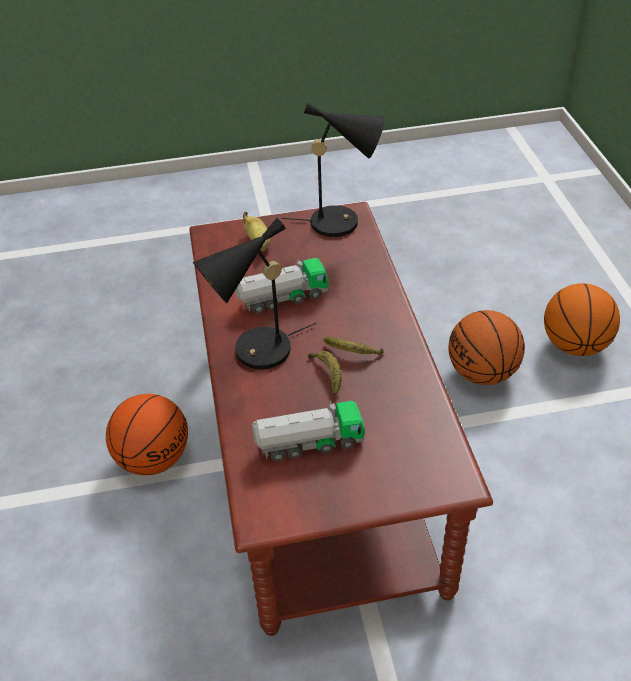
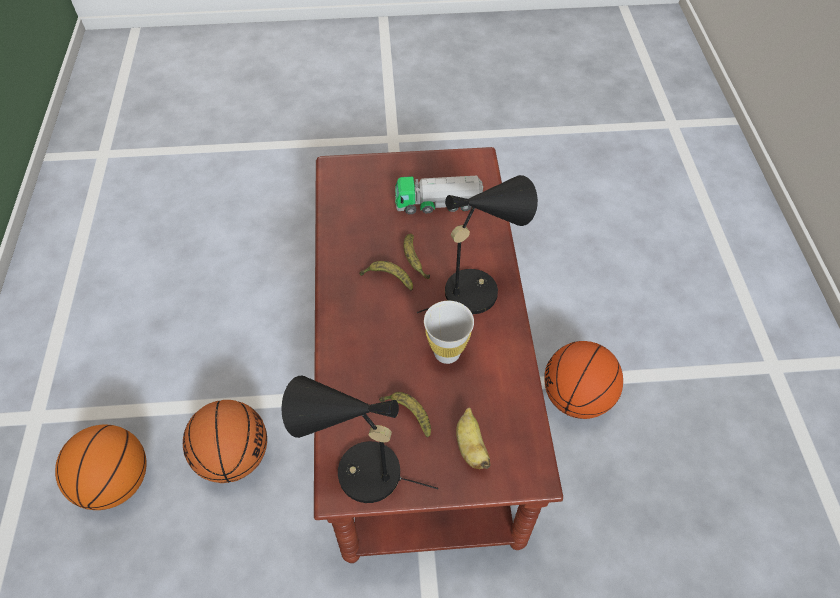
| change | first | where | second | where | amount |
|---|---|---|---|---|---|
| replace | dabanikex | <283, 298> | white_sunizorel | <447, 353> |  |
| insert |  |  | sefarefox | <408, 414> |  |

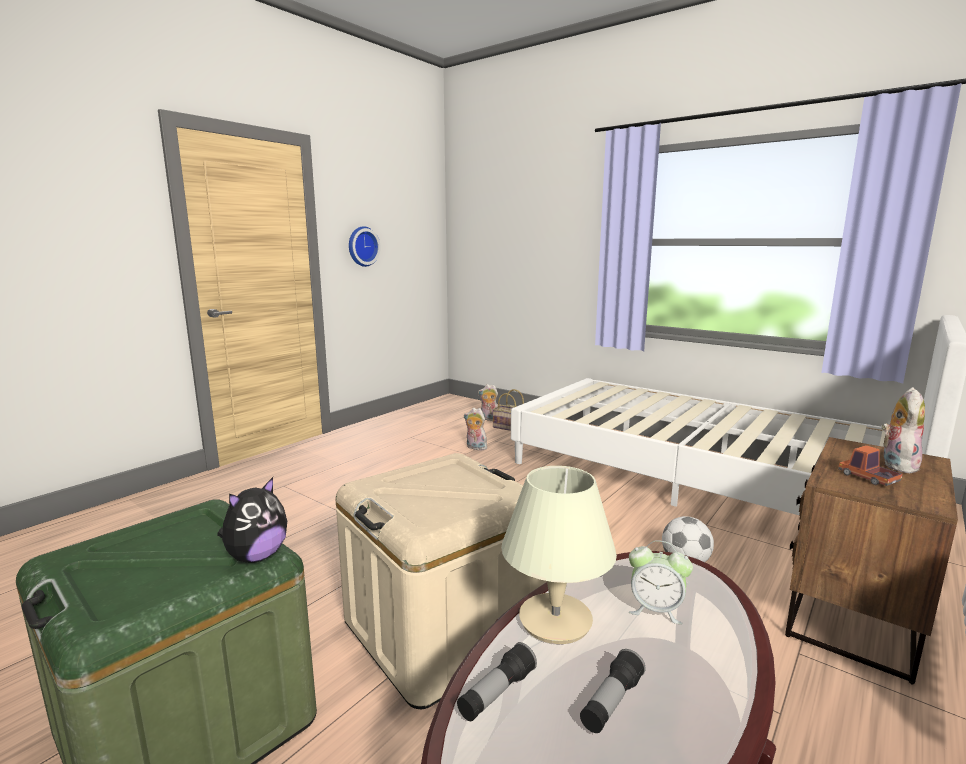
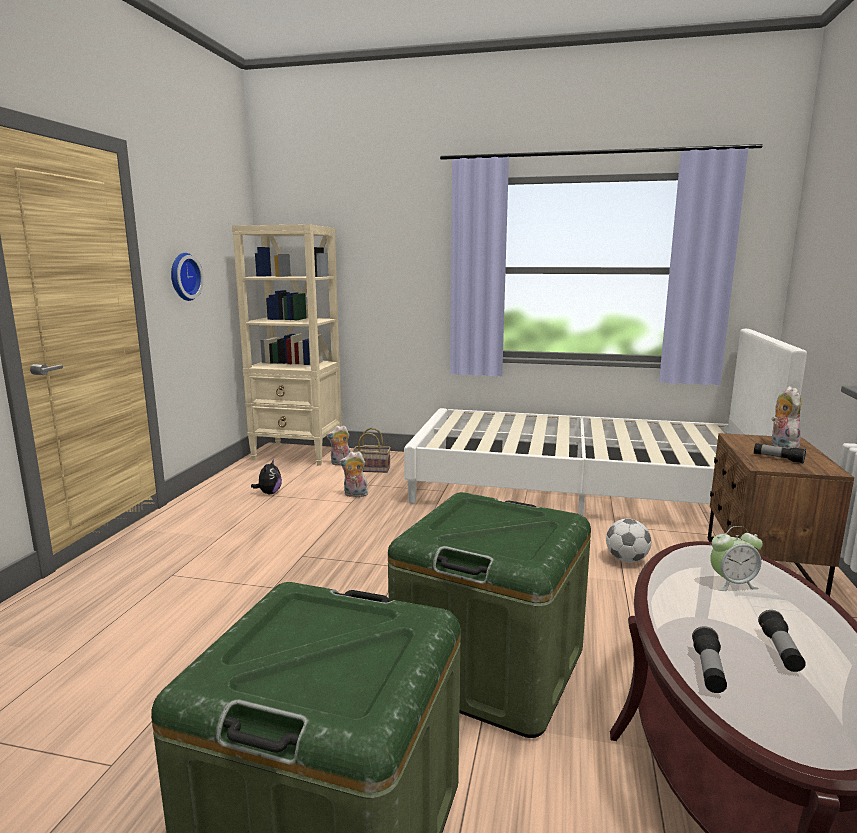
| change | first | where | second | where | amount |
|---|---|---|---|---|---|
| move | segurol | <256, 556> |  | <269, 493> |  |
| recolor | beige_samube | <443, 629> | green_samube | <489, 667> |  |
| delete | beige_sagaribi | <554, 619> |  |  |  |
| replace | dabanikex | <868, 478> | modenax | <778, 459> |  |
| insert |  |  | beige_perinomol | <298, 454> |  |

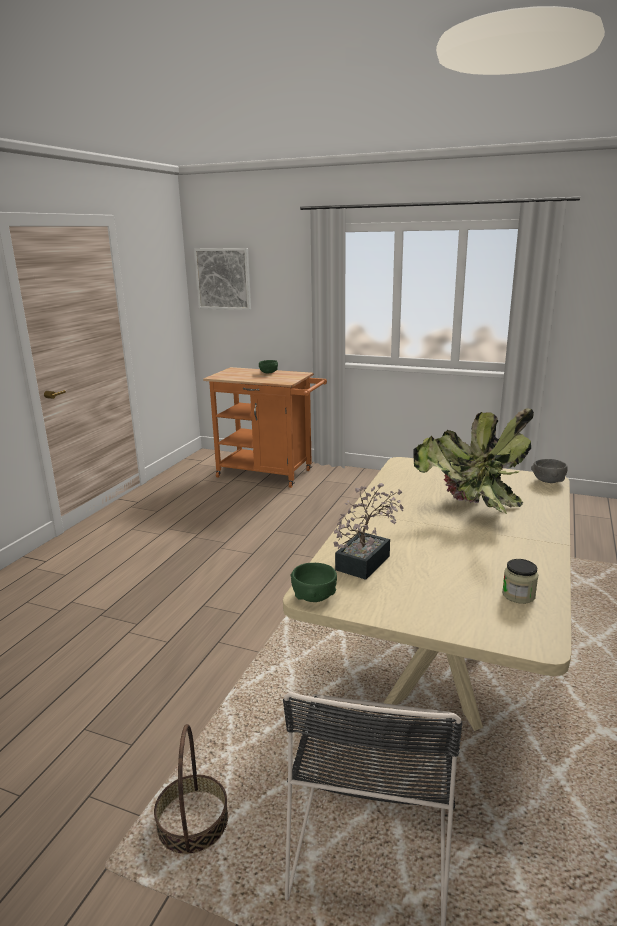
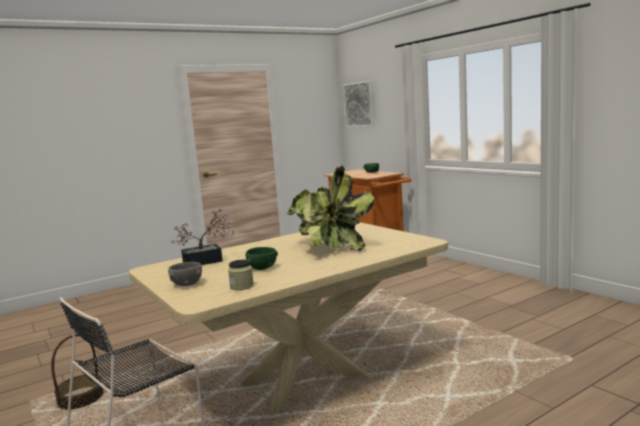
| change | first | where | second | where | amount |
|---|---|---|---|---|---|
| move | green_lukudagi | <314, 596> |  | <262, 268> |  |
| move | grey_lukudagi | <548, 481> |  | <186, 284> |  |

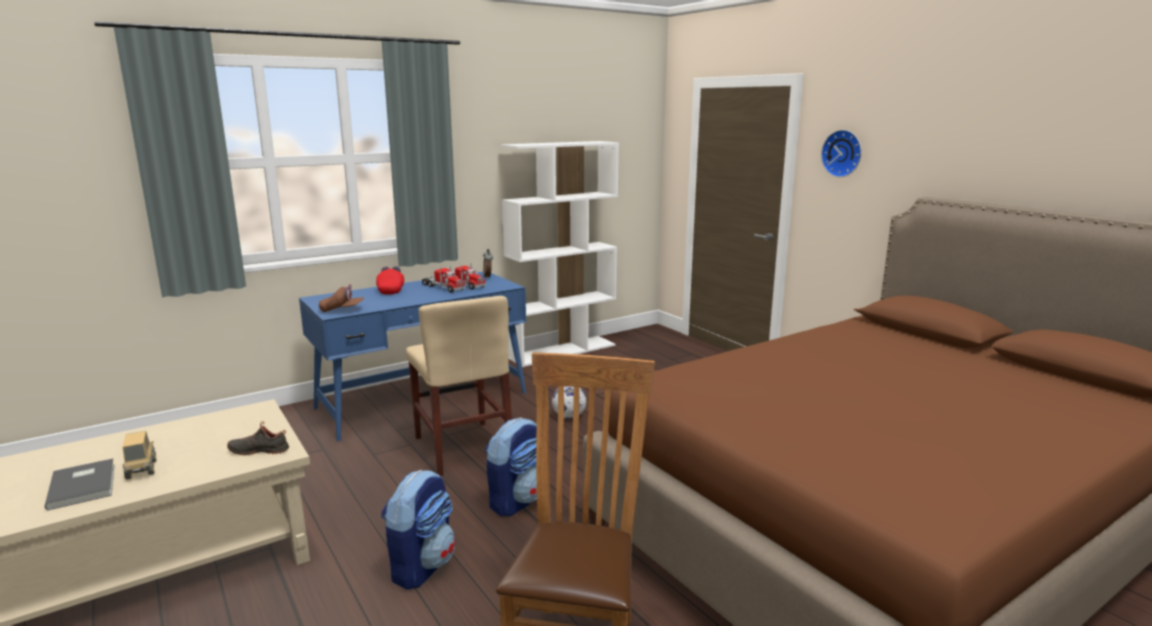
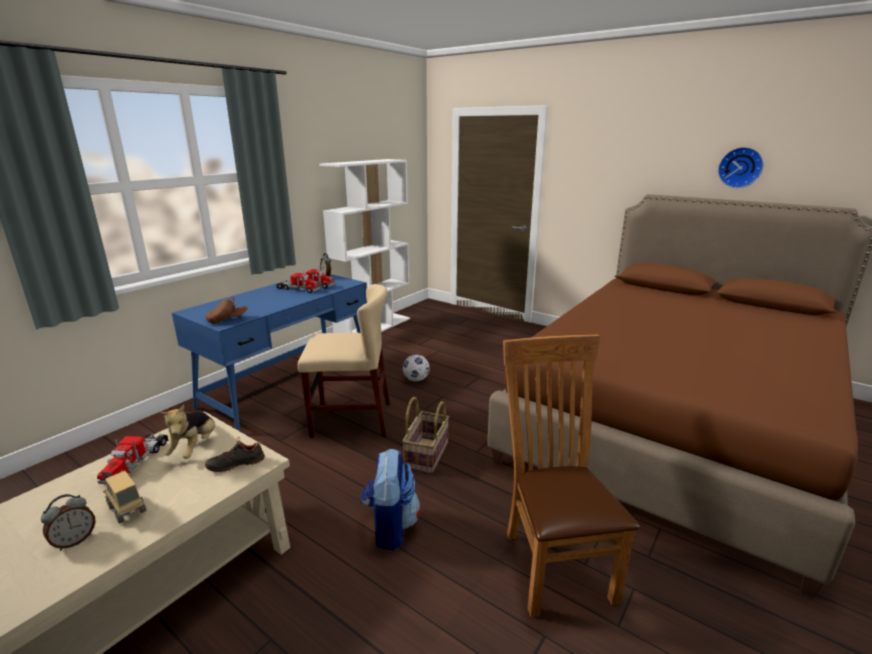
| change | first | where | second | where | amount |
|---|---|---|---|---|---|
| replace | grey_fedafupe | <85, 485> | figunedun | <74, 540> |  |
| delete | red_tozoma | <391, 290> |  |  |  |
| rotate | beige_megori | <463, 447> |  | <351, 419> | 45 degrees counterclockwise |
| replace | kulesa | <517, 500> | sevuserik | <426, 455> |  |
| move | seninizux | <843, 153> |  | <740, 167> |  |
| insert |  |  | dabanikex | <136, 462> |  |
| insert |  |  | segurol | <195, 447> |  |

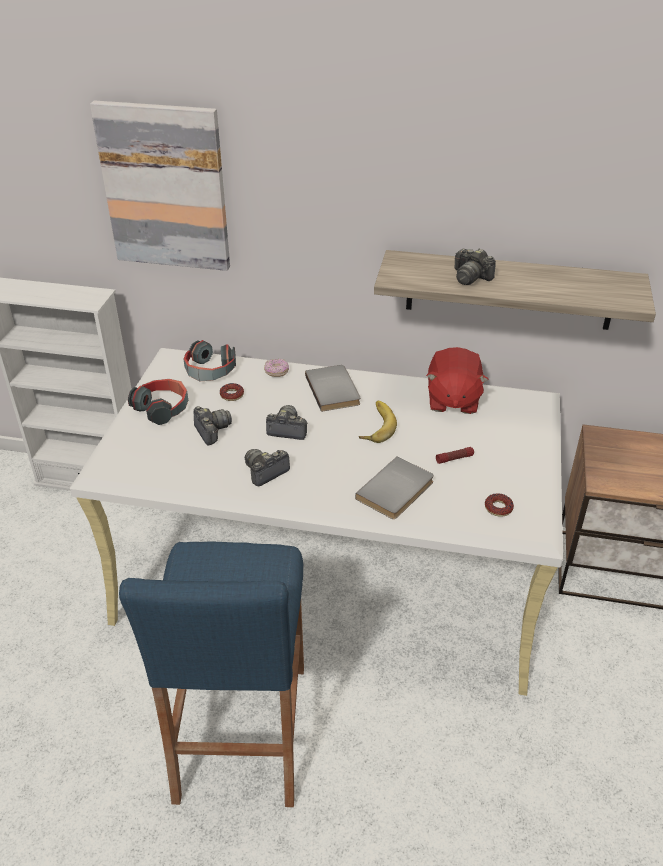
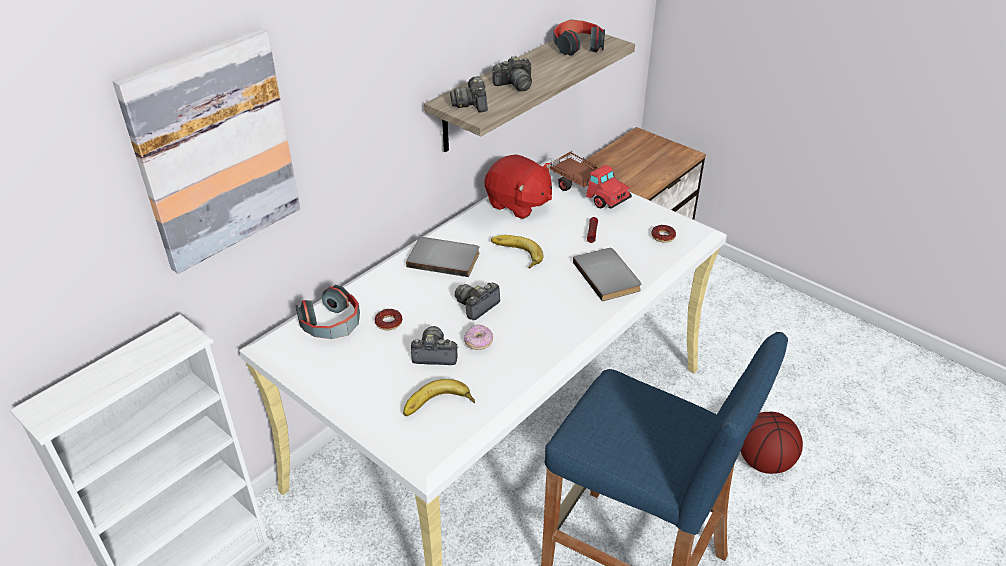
| change | first | where | second | where | amount |
|---|---|---|---|---|---|
| move | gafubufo | <162, 408> |  | <577, 46> |  |
| move | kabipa | <265, 472> |  | <471, 104> |  |
| move | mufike | <276, 372> |  | <478, 343> |  |
| insert |  |  | sefarefox | <438, 406> |  |
| insert |  |  | dabanikex | <588, 191> |  |
| insert |  |  | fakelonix | <764, 462> |  |

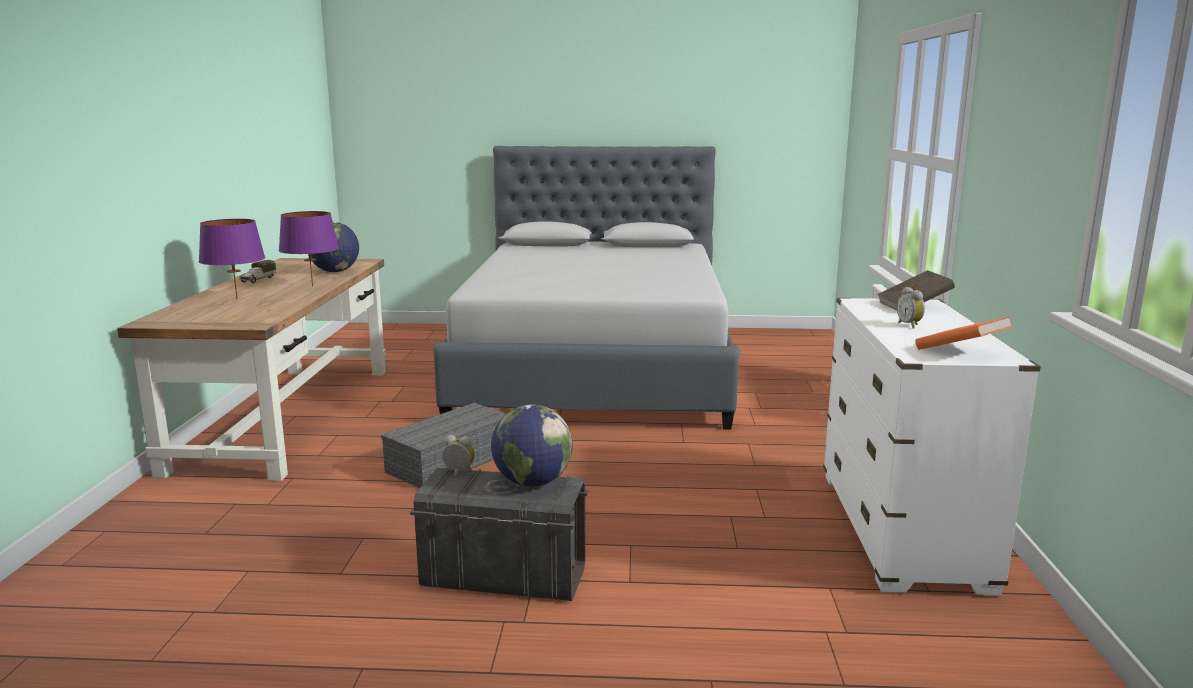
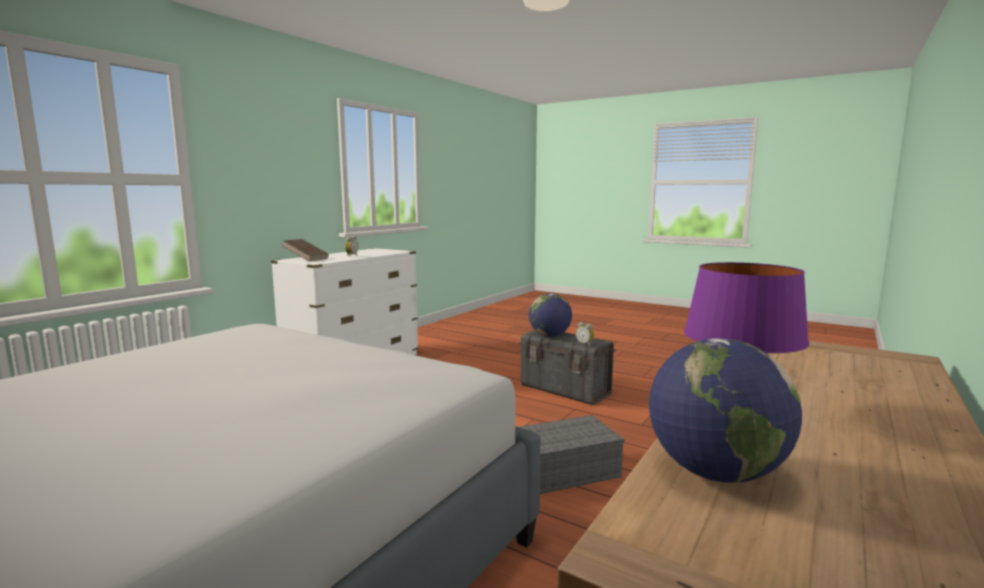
| change | first | where | second | where | amount |
|---|---|---|---|---|---|
| delete | purple_sagaribi | <237, 299> |  |  |  |
| delete | dabanikex | <258, 280> |  |  |  |
| delete | orange_fedafupe | <960, 352> |  |  |  |

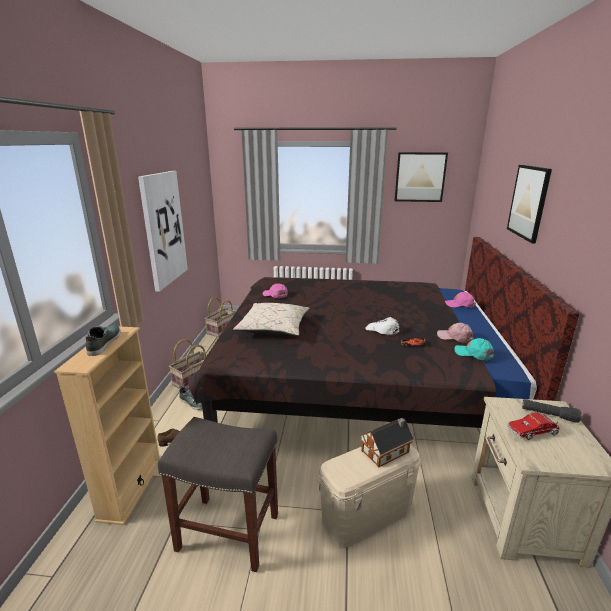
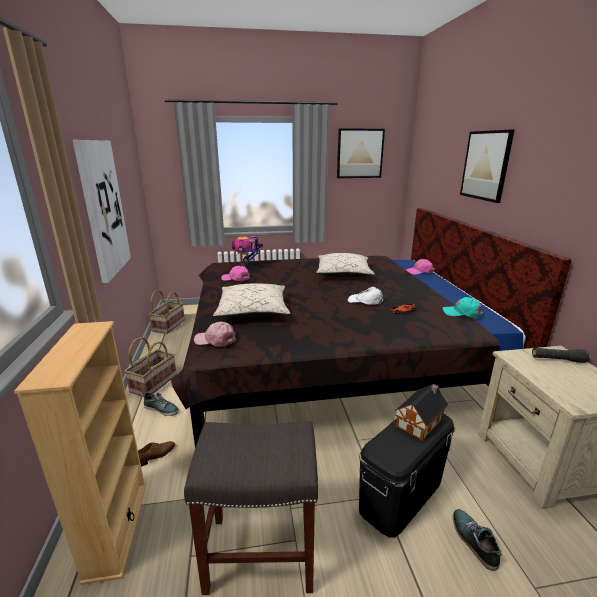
| change | first | where | second | where | amount |
|---|---|---|---|---|---|
| move | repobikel | <104, 343> |  | <473, 541> |  |
| recolor | beige_samube | <366, 515> | black_samube | <401, 495> |  |
| move | pink_tozoma | <455, 337> |  | <215, 340> |  |
| delete | dabanikex | <534, 432> |  |  |  |
| insert |  |  | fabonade | <248, 265> |  |
| insert |  |  | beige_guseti | <343, 274> |  |

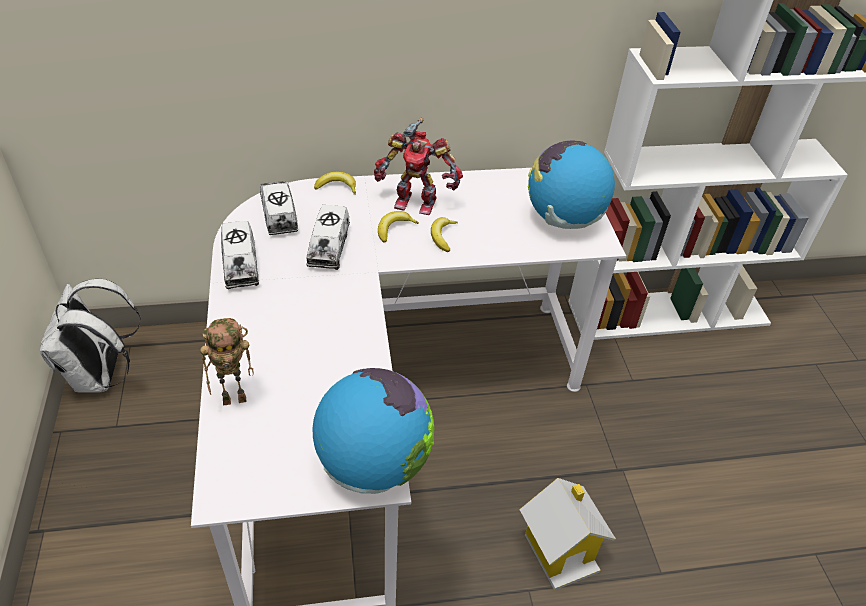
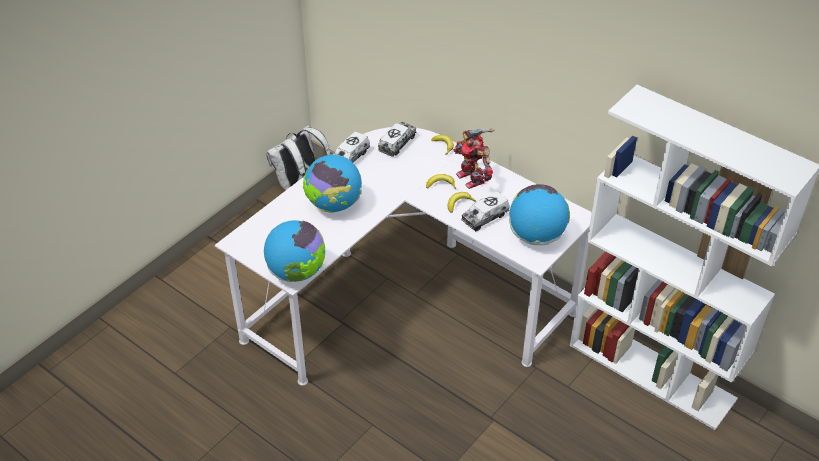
| change | first | where | second | where | amount |
|---|---|---|---|---|---|
| delete | fabonade | <236, 398> |  |  |  |
| move | dabanikex | <329, 247> |  | <485, 217> |  |
| delete | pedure | <560, 549> |  |  |  |
| insert |  |  | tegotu | <334, 205> |  |

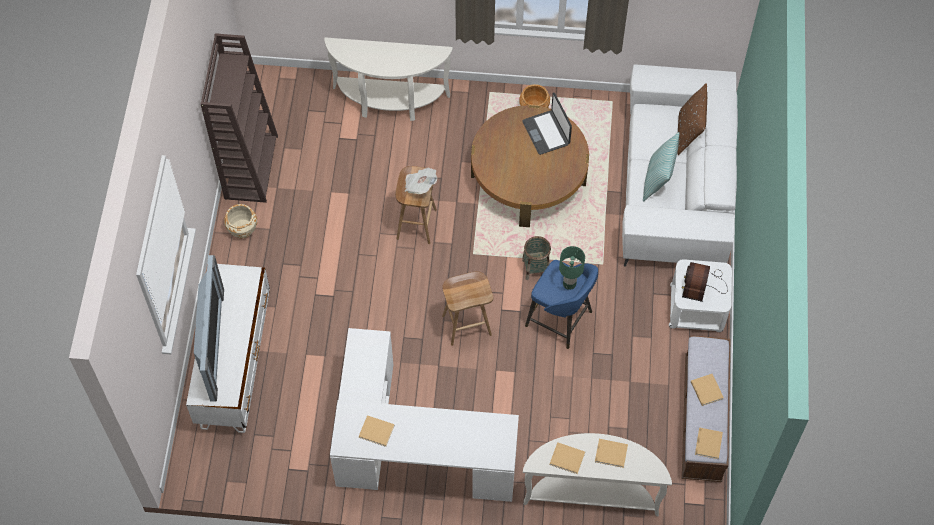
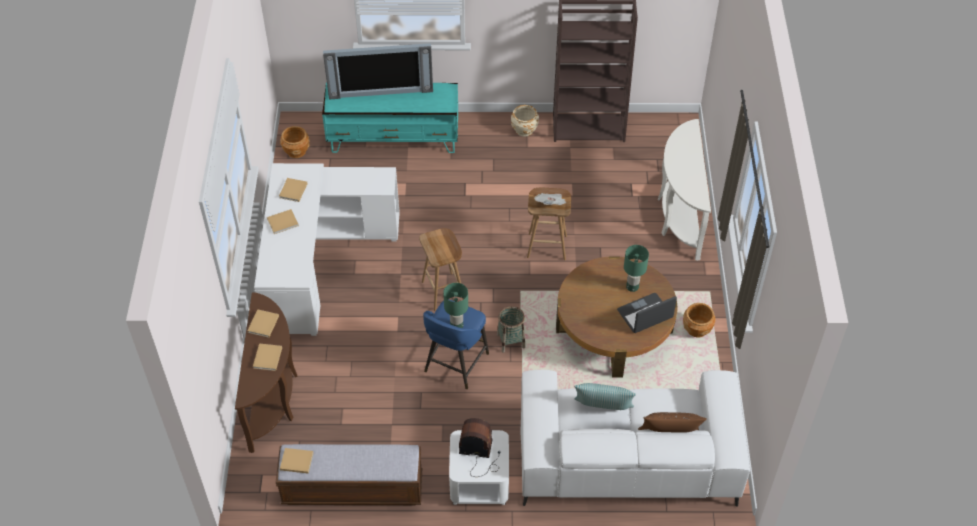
| change | first | where | second | where | amount |
|---|---|---|---|---|---|
| recolor | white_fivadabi | <235, 364> | turquoise_fivadabi | <394, 139> |  |
| recolor | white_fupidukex | <591, 493> | brown_fupidukex | <274, 397> |  |
| move | beige_fedafupe | <706, 389> |  | <283, 222> |  |
| insert |  |  | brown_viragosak | <296, 151> |  |
| insert |  |  | green_sagaribi | <632, 287> |  |

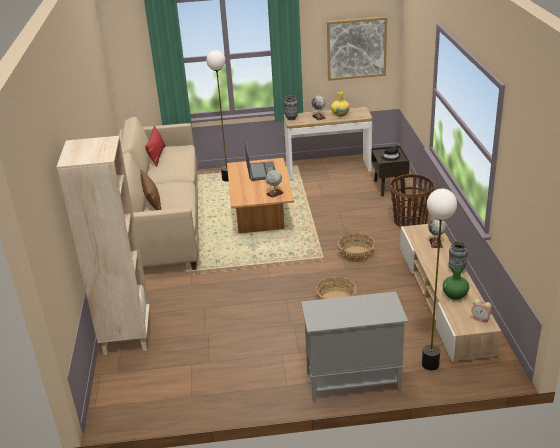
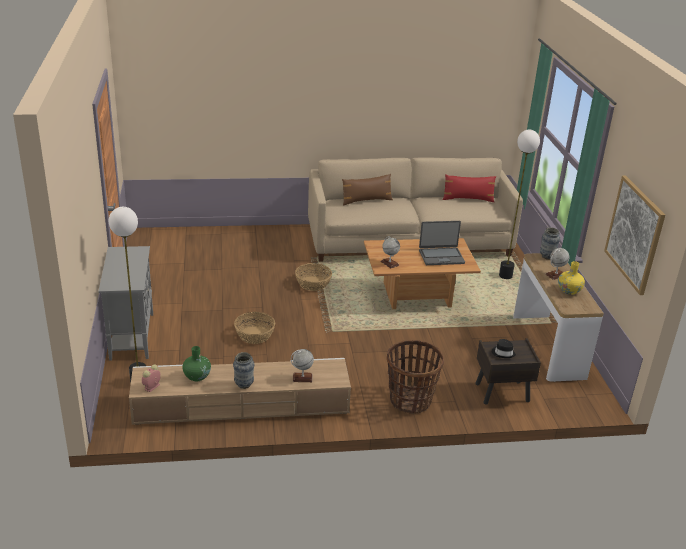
| change | first | where | second | where | amount |
|---|---|---|---|---|---|
| delete | beige_perinomol | <126, 336> |  |  |  |
| move | sevuserik | <355, 254> |  | <313, 283> |  |

